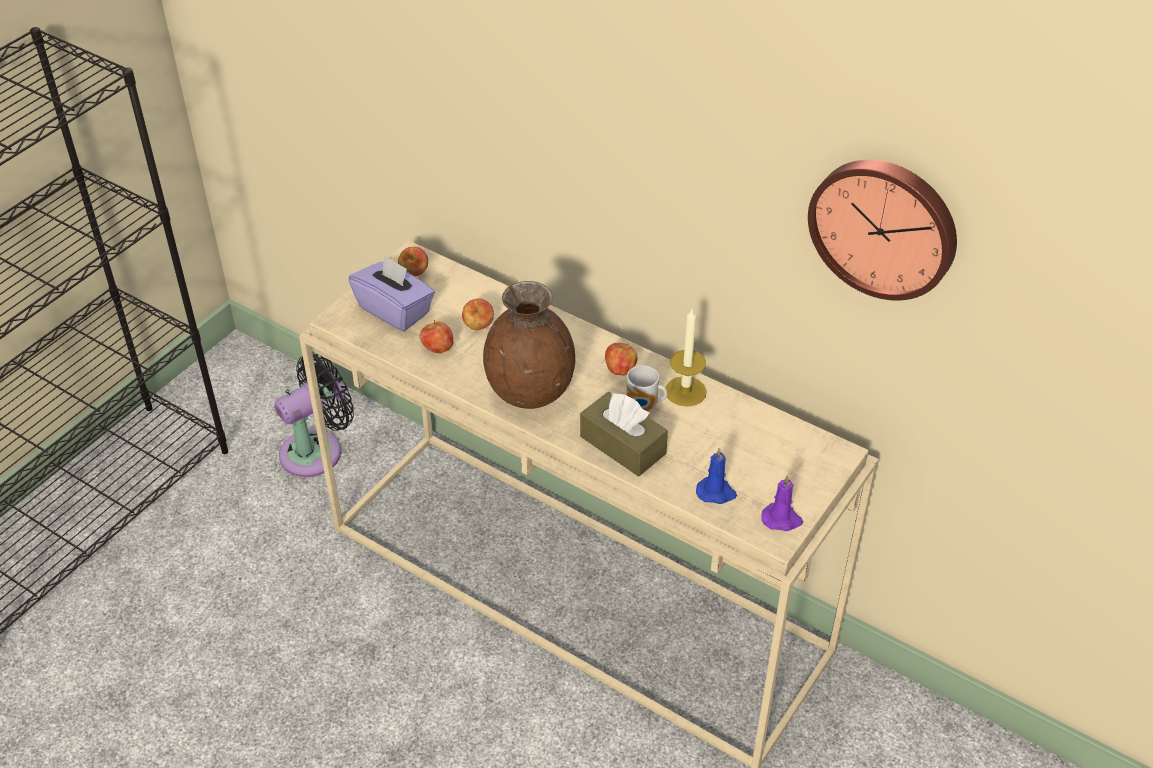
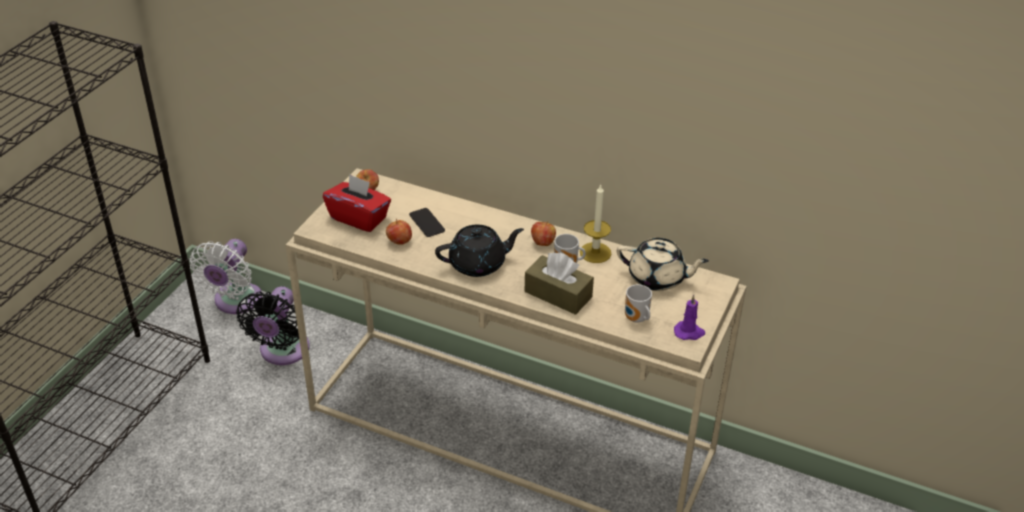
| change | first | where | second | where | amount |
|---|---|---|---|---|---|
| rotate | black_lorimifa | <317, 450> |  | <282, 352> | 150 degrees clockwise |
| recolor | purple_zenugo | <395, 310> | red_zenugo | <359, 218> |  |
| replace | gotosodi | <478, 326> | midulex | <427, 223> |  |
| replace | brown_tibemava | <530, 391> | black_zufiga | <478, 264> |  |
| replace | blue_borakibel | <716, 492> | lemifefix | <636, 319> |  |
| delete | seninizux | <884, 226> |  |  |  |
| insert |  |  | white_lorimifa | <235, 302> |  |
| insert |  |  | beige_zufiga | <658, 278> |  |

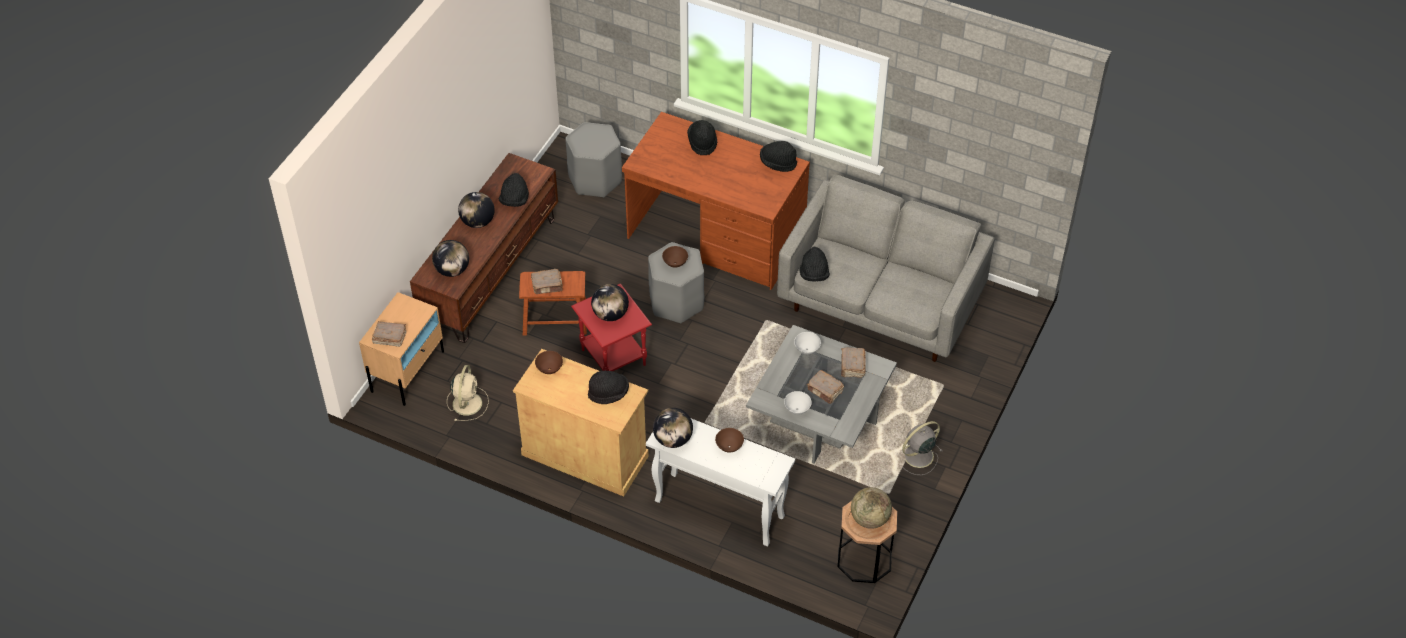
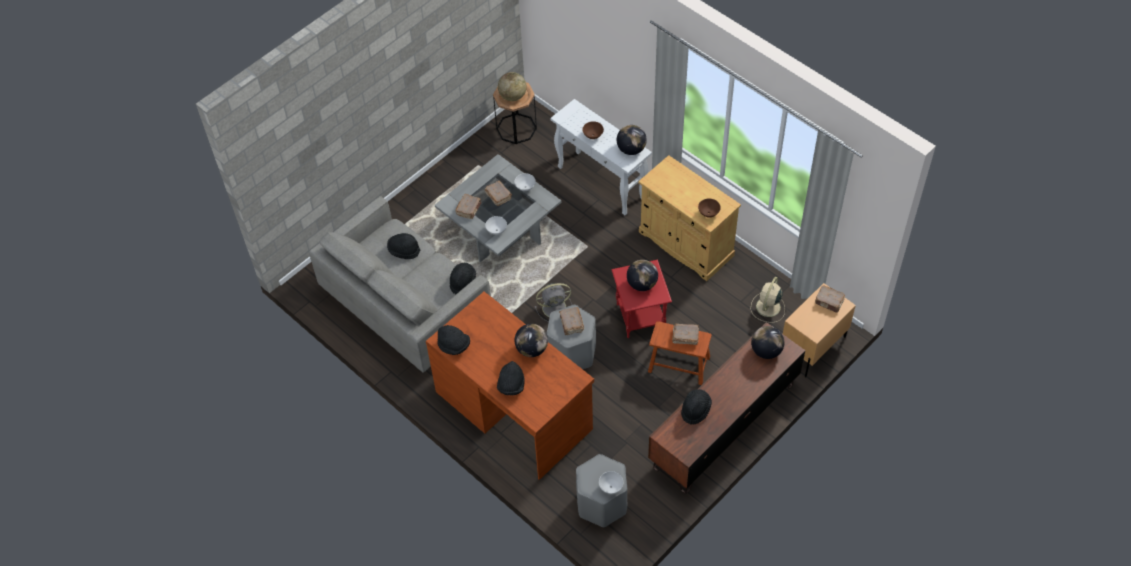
| change | first | where | second | where | amount |
|---|---|---|---|---|---|
| move | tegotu | <478, 222> |  | <532, 349> |  |
| move | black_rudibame | <608, 394> |  | <404, 250> |  |
| replace | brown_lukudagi | <675, 263> | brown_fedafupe | <571, 324> |  |
| move | grey_lorimifa | <917, 456> |  | <555, 307> |  |
| insert |  |  | white_lukudagi | <611, 487> |  |

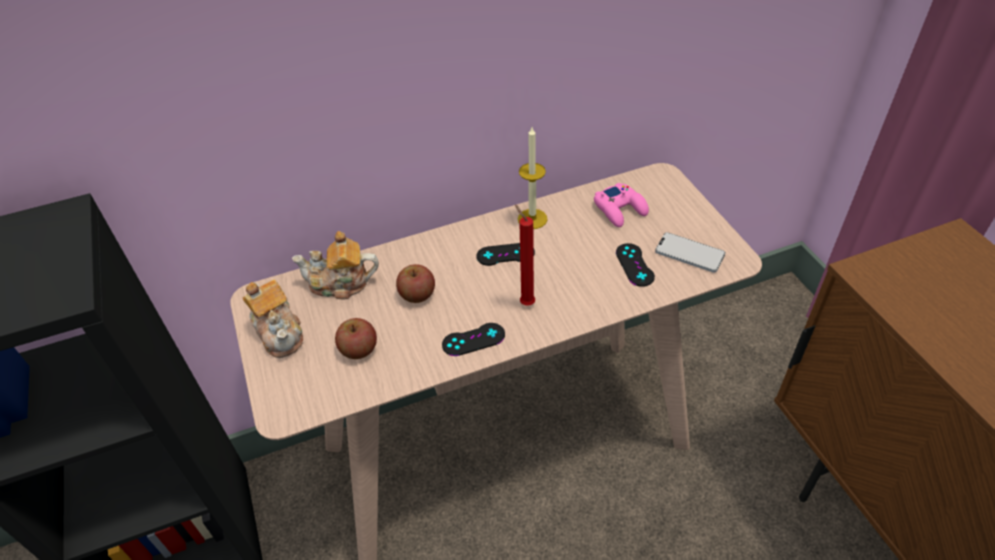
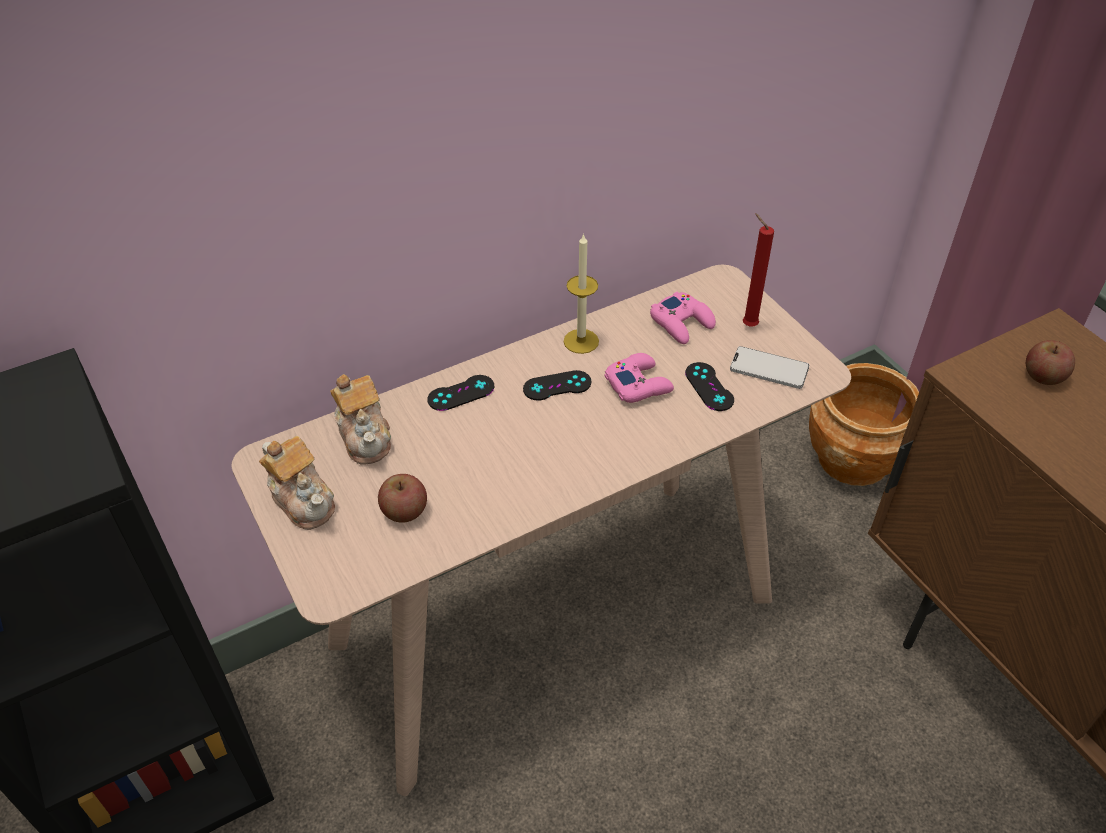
| change | first | where | second | where | amount |
|---|---|---|---|---|---|
| rotate | zufiga | <340, 284> |  | <365, 436> | 105 degrees counterclockwise |
| move | gotosodi | <417, 294> |  | <1043, 376> |  |
| move | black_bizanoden | <473, 339> |  | <461, 393> |  |
| move | red_borakibel | <525, 302> |  | <747, 325> |  |
| insert |  |  | pink_bizanoden | <638, 384> |  |
| insert |  |  | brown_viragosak | <852, 458> |  |

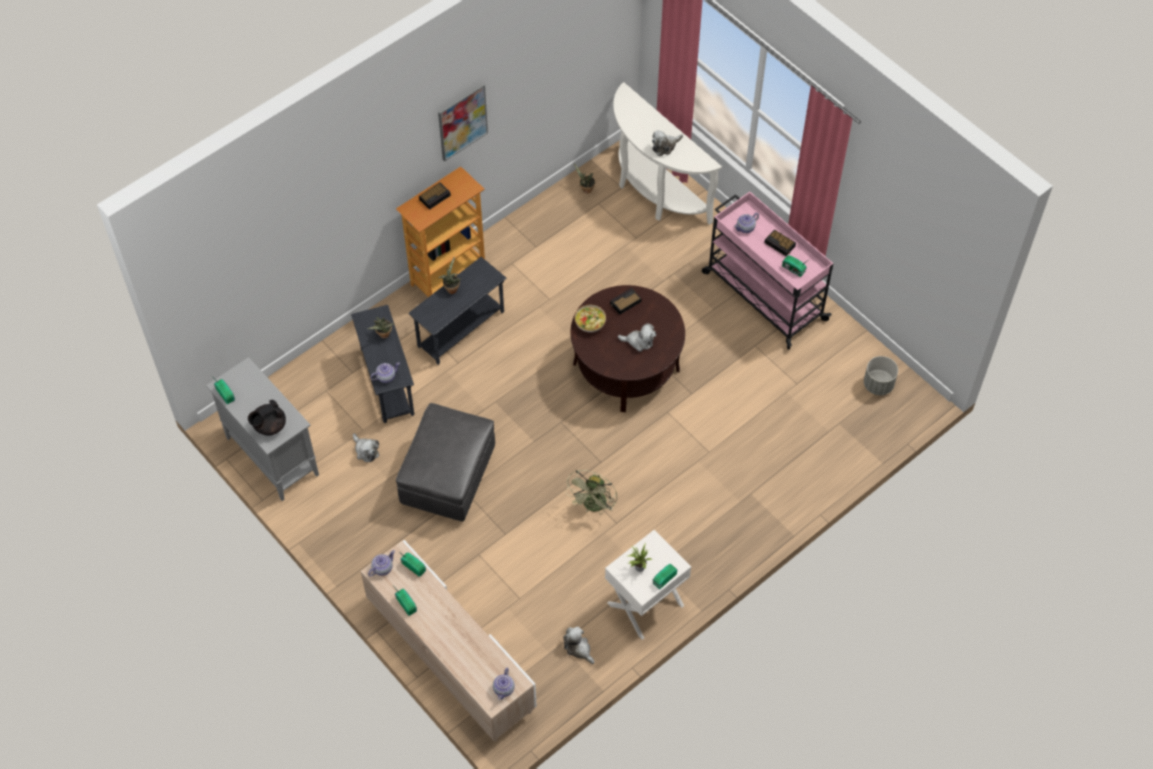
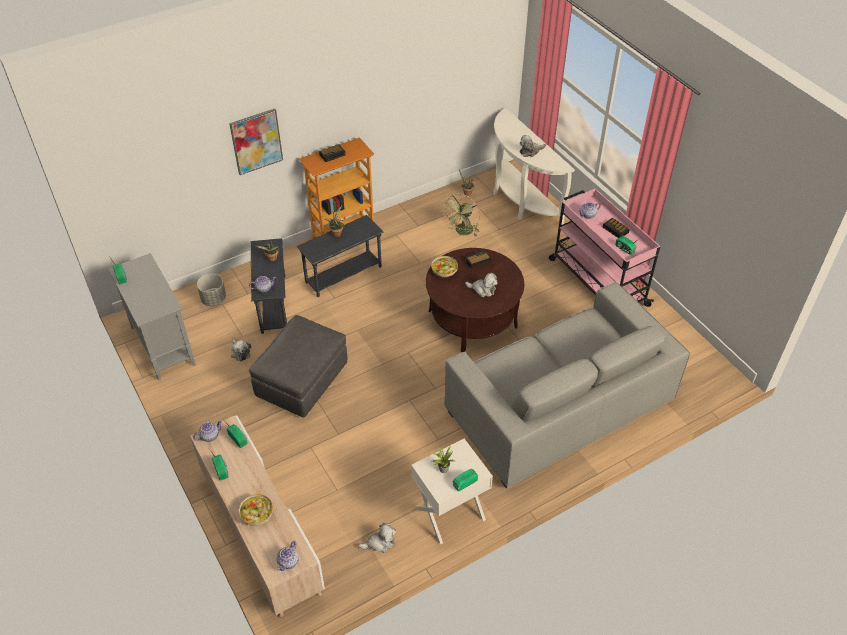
| change | first | where | second | where | amount |
|---|---|---|---|---|---|
| delete | black_zufiga | <269, 426> |  |  |  |
| move | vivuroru | <462, 121> |  | <256, 141> |  |
| rotate | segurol | <578, 648> |  | <380, 543> | 105 degrees clockwise |
| move | green_lorimifa | <593, 506> |  | <463, 232> |  |
| move | grey_viragosak | <878, 385> |  | <214, 299> |  |
| insert |  |  | lukudagi | <257, 514> |  |
| insert |  |  | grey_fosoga | <558, 405> |  |

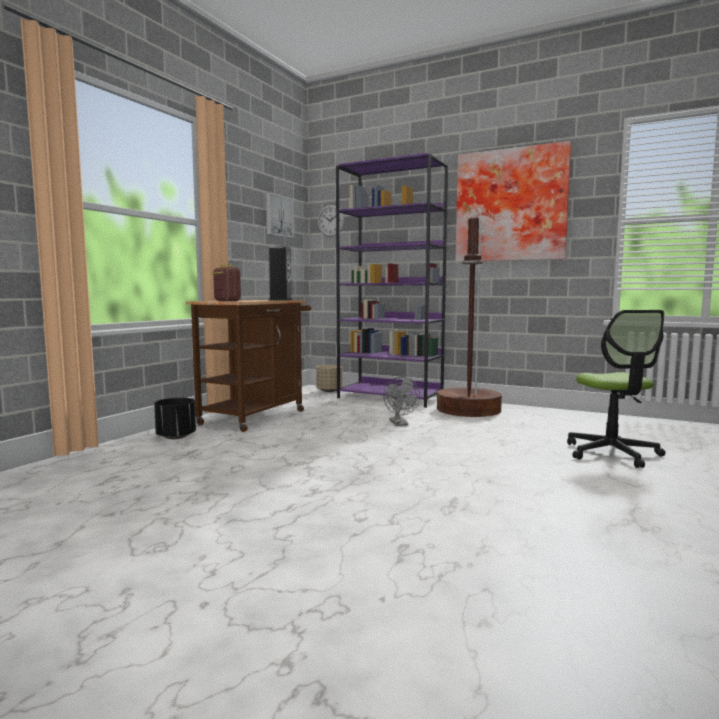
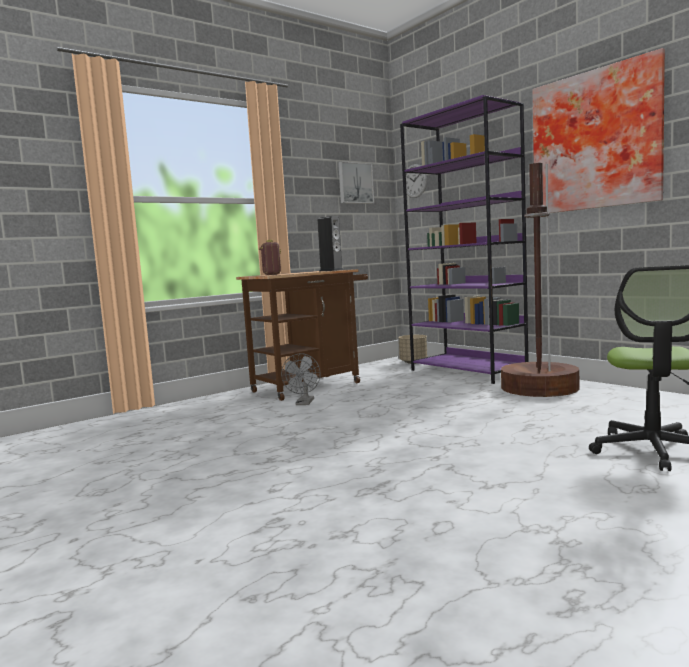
| change | first | where | second | where | amount |
|---|---|---|---|---|---|
| delete | black_viragosak | <176, 437> |  |  |  |
| move | grey_lorimifa | <400, 424> |  | <304, 403> |  |

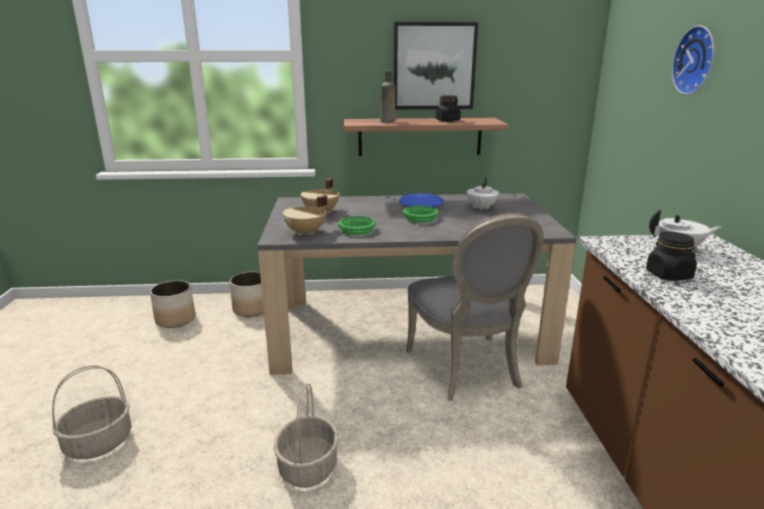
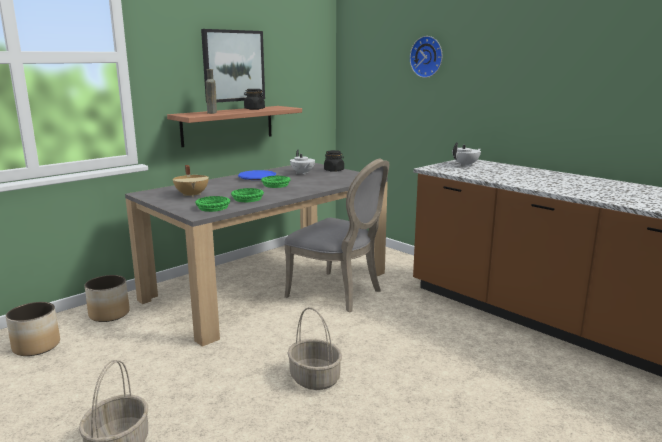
| change | first | where | second | where | amount |
|---|---|---|---|---|---|
| replace | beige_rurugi | <306, 233> | green_lukudagi | <213, 207> |  |
| move | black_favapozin | <669, 275> |  | <334, 170> |  |

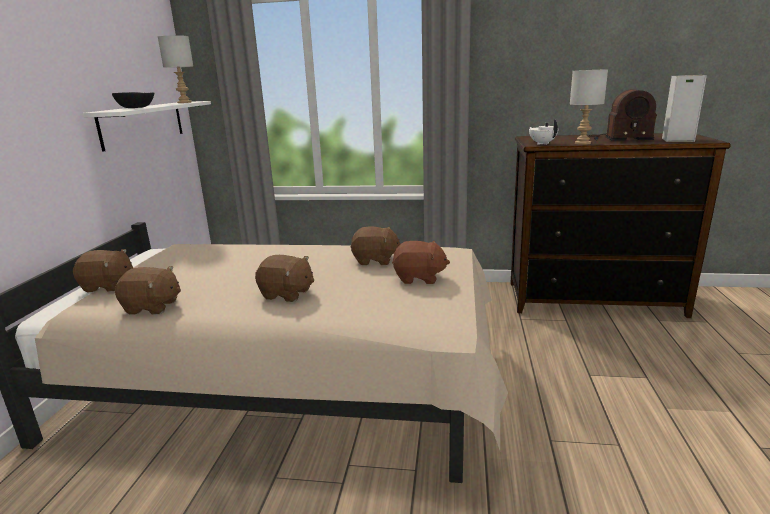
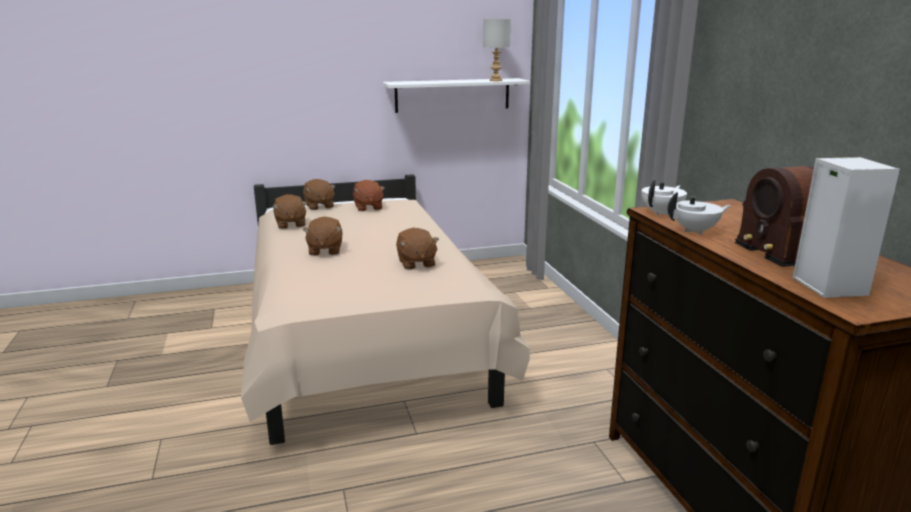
| change | first | where | second | where | amount |
|---|---|---|---|---|---|
| delete | black_lukudagi | <136, 108> |  |  |  |
| move | brown_segurol | <419, 278> |  | <368, 207> |  |
| replace | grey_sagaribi | <583, 143> | white_zufiga | <695, 231> |  |

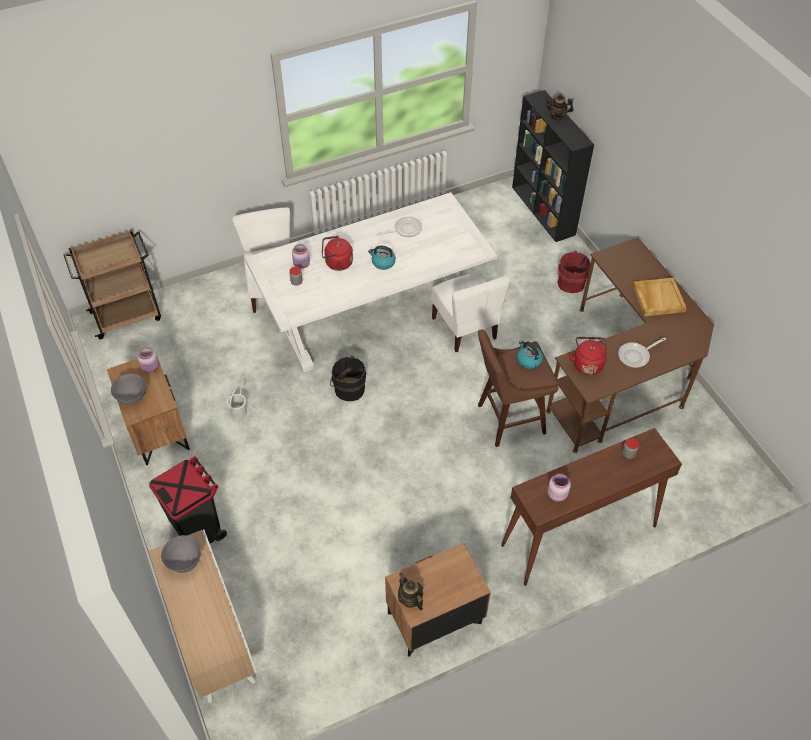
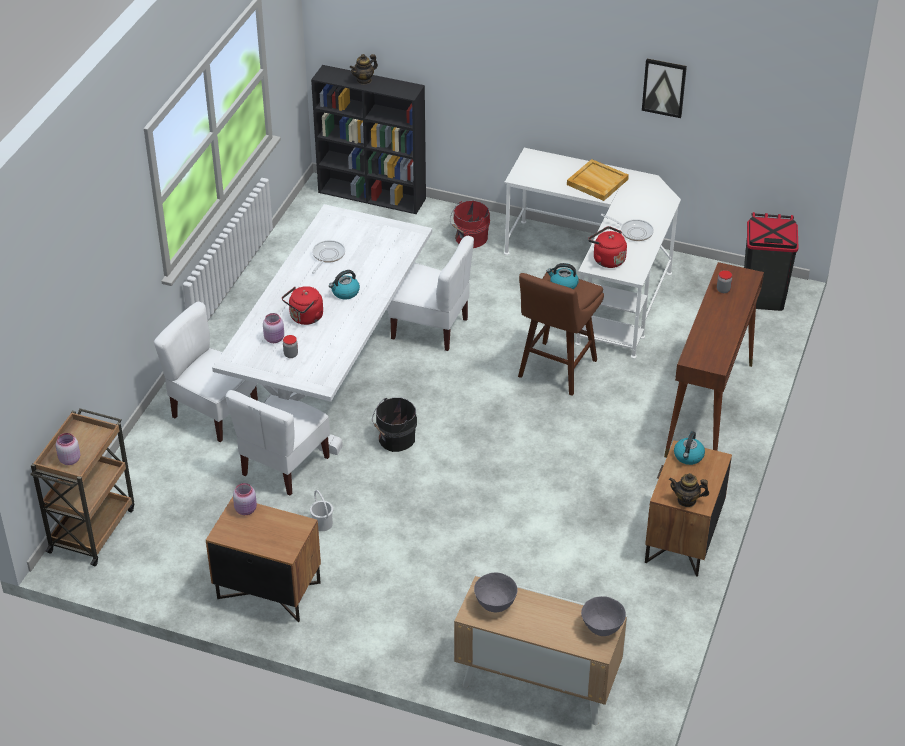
| change | first | where | second | where | amount |
|---|---|---|---|---|---|
| move | grey_lukudagi | <132, 398> |  | <602, 628> |  |
| move | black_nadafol | <198, 529> |  | <762, 297> |  |
| recolor | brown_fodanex | <624, 375> | white_fodanex | <600, 279> |  |
| move | pink_favapozin | <556, 494> |  | <69, 459> |  |
| rotate | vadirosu | <636, 356> |  | <633, 232> | 75 degrees counterclockwise |
| insert |  |  | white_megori | <284, 466> |  |
| insert |  |  | vivuroru | <664, 87> |  |
| insert |  |  | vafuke | <688, 456> |  |

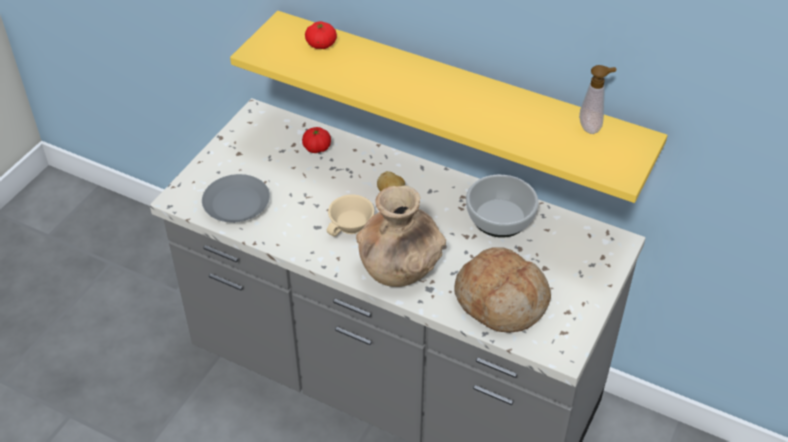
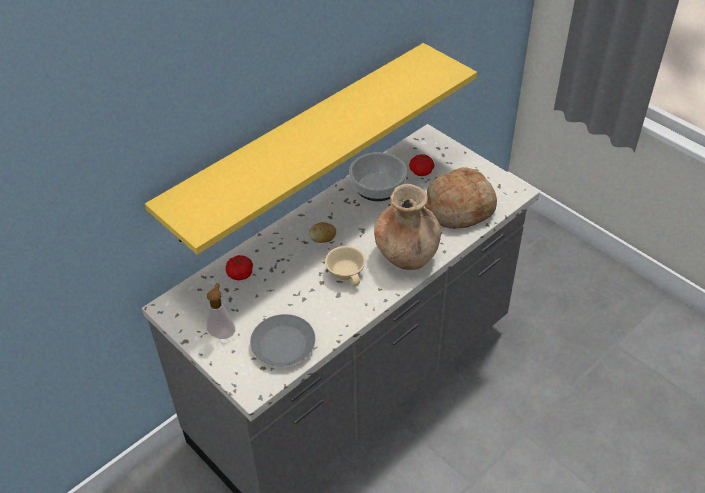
| change | first | where | second | where | amount |
|---|---|---|---|---|---|
| move | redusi | <321, 44> |  | <421, 172> |  |
| move | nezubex | <591, 127> |  | <222, 333> |  |

